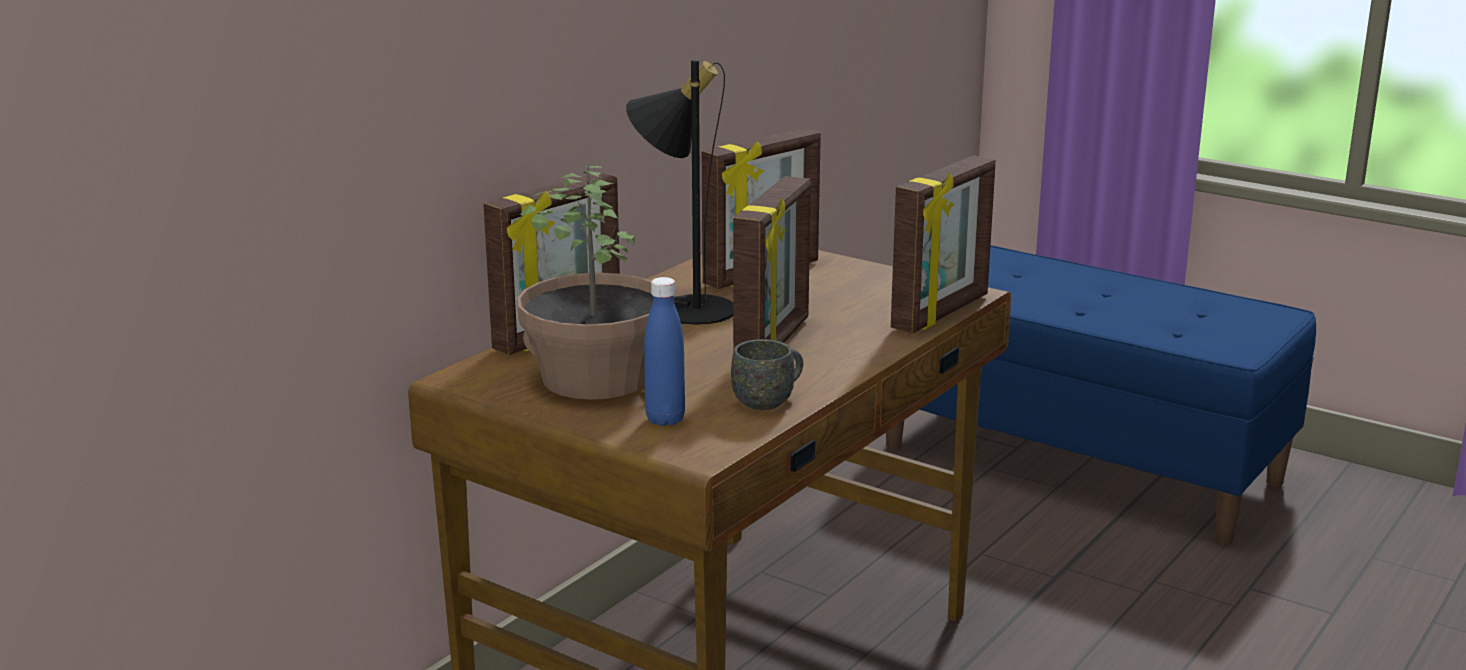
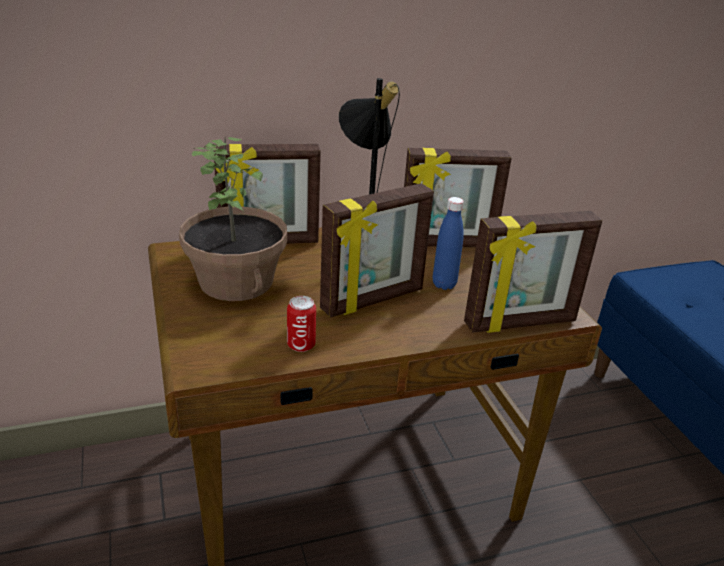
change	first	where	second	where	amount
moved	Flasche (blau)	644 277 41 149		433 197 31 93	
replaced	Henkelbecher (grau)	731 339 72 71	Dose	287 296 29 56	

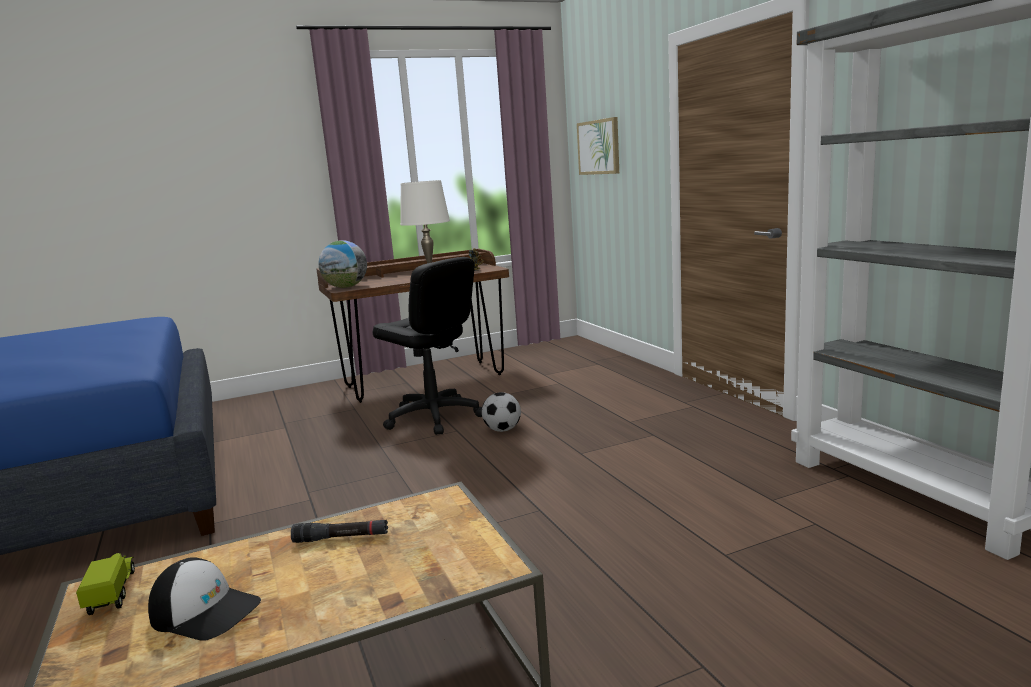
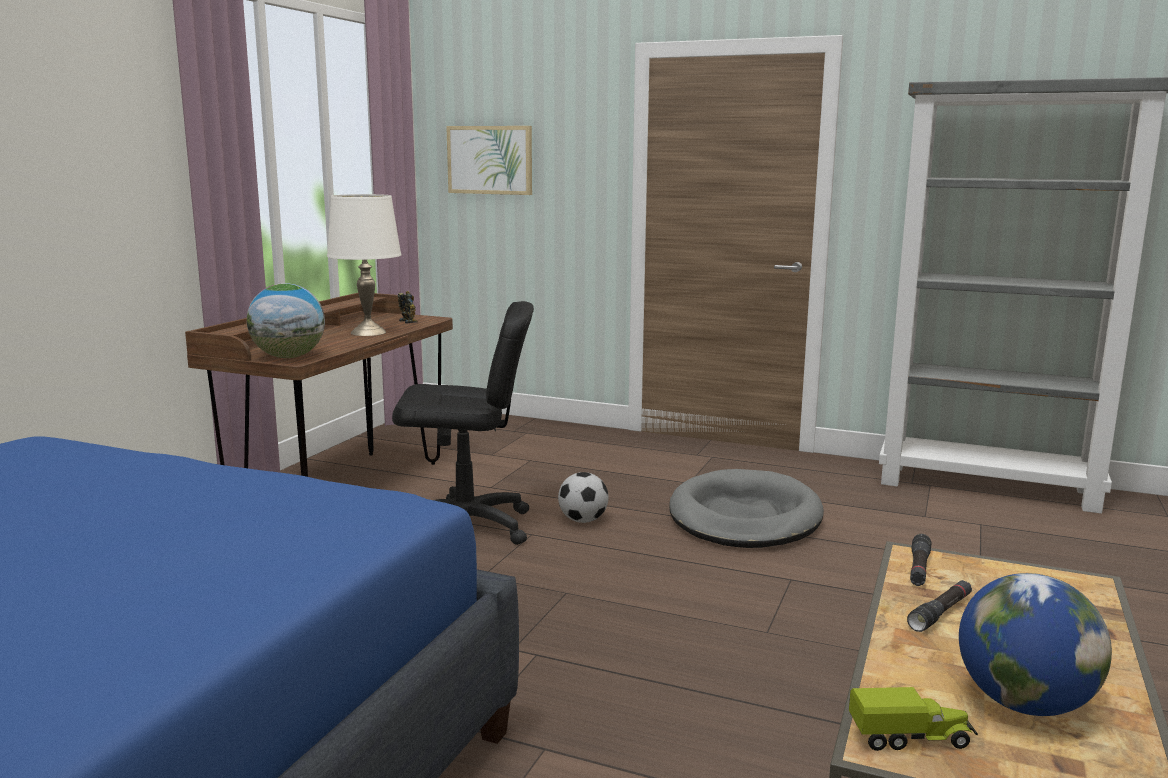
change	first	where	second	where	amount
turned	Spielzeuglaster	76 553 59 62		849 687 129 64	150 degrees clockwise
replaced	Kappe	148 557 113 84	Globus	959 573 153 143	
added			Hundebett (grau)	669 469 155 79	
added			Taschenlampe (schwarz)	910 534 21 52	

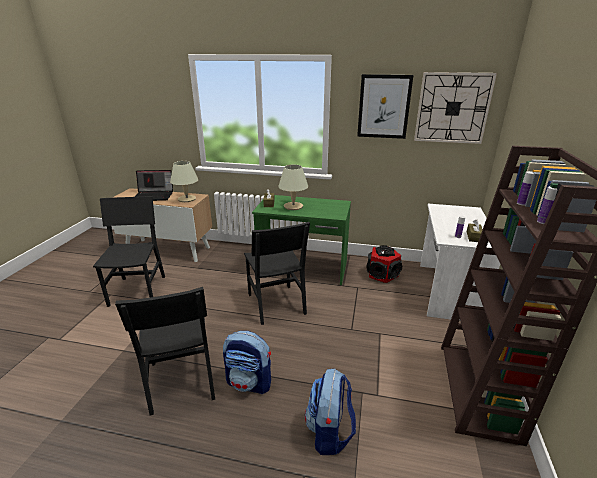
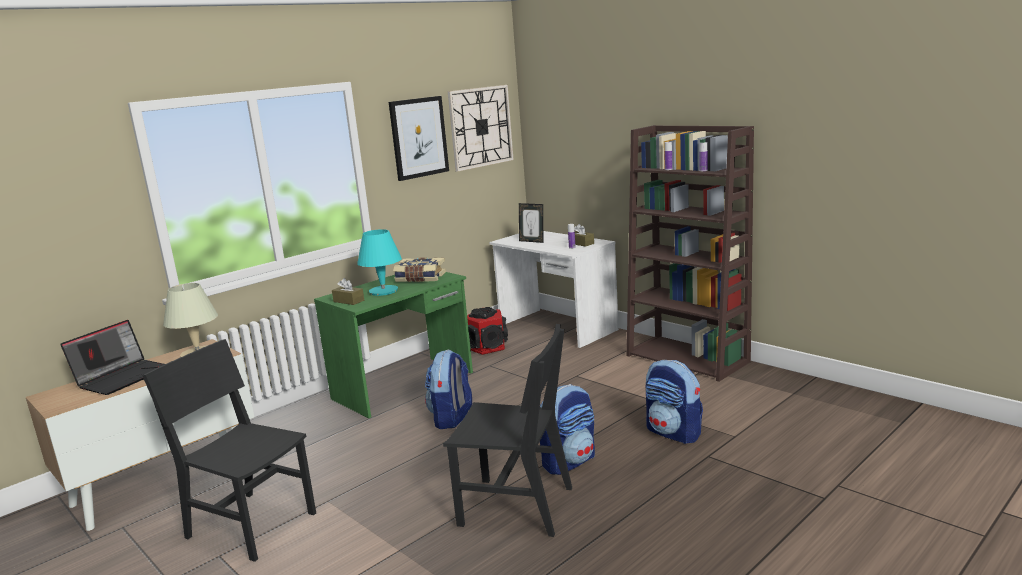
change	first	where	second	where	amount
replaced	Stuhl (schwarz)	244 222 66 103	Rucksack	425 349 47 80	
recoloured	Tischlampe (beige)	278 165 30 45	Tischlampe (türkis)	357 229 45 67	
added			Buch	393 257 53 25	
added			Bilderrahmen	519 203 24 40	

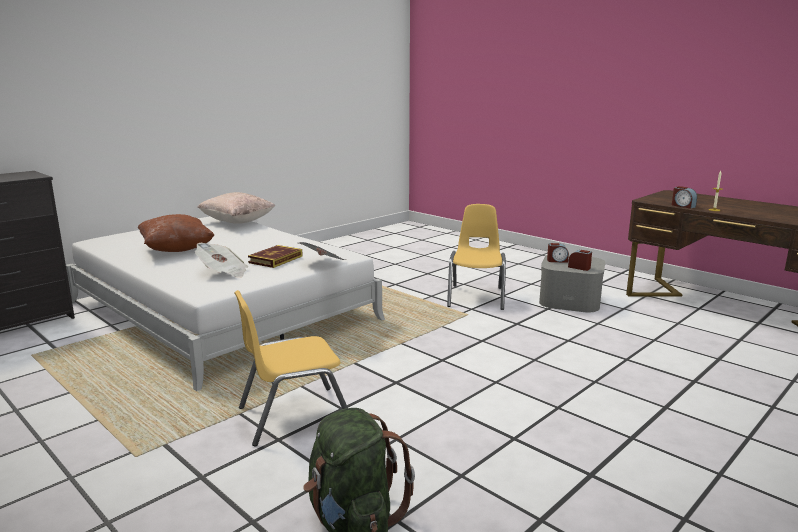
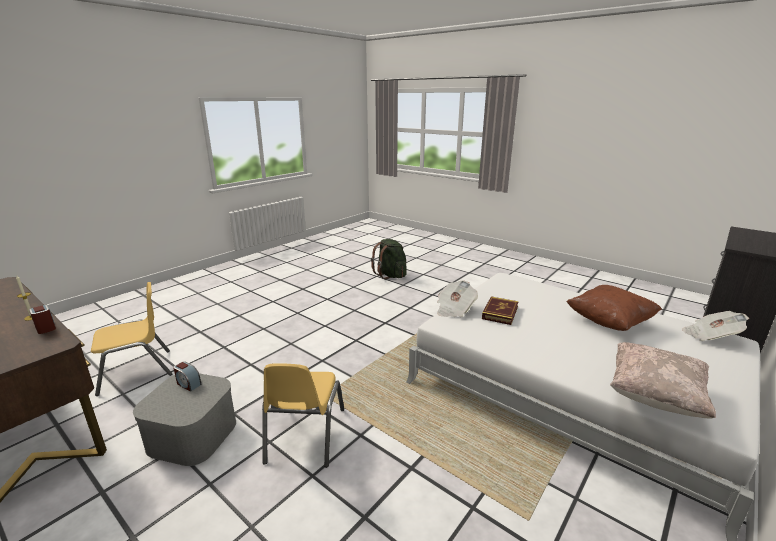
change	first	where	second	where	amount
moved	Zeitung	195 243 53 35		682 311 67 30	
moved	Stuhl (gelb)	234 290 114 157		91 282 81 114	
removed	Wecker	547 243 22 20			

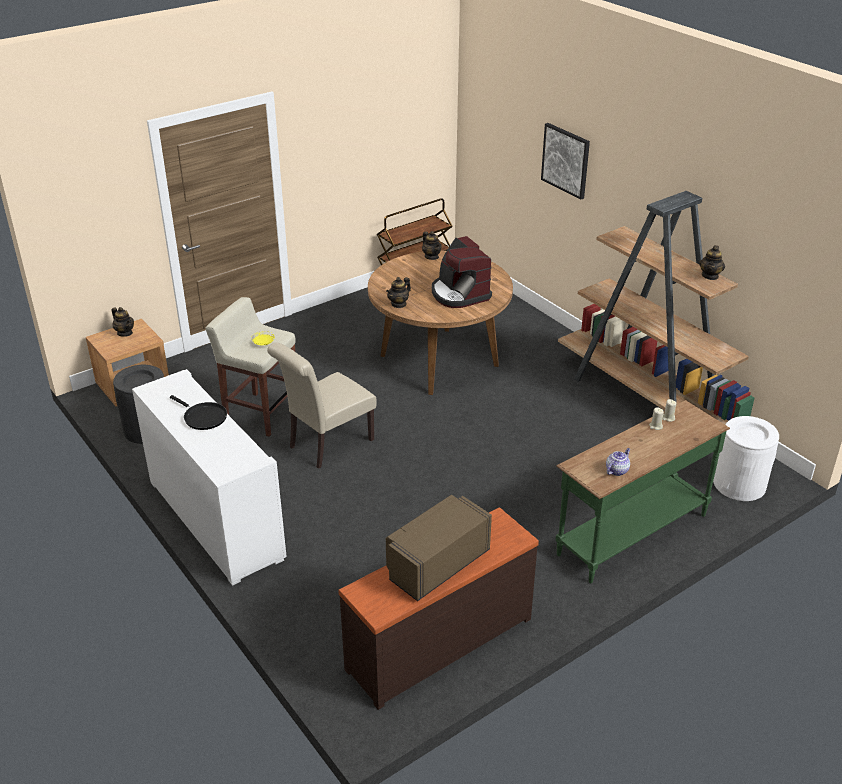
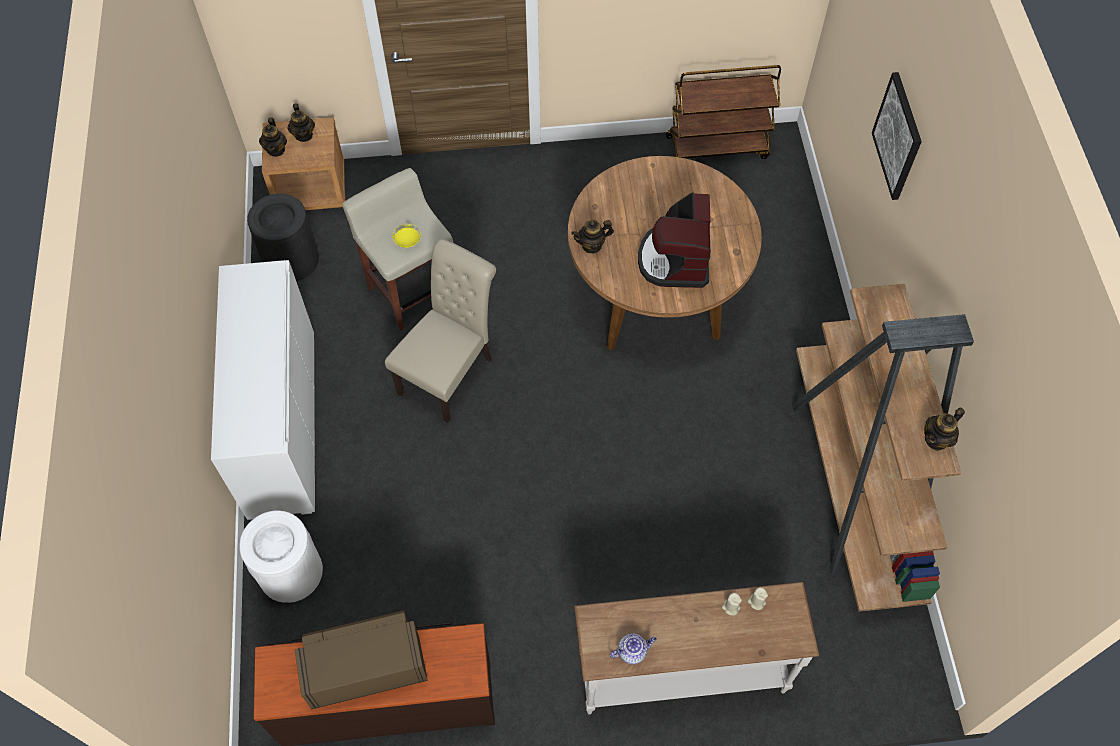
change	first	where	second	where	amount
removed	Pfanne (schwarz)	170 395 57 35			
turned	Stuhl (beige)	267 342 110 127		385 239 111 184	135 degrees clockwise
moved	Teekanne	422 231 20 29		259 117 28 40	
recoloured	Konsolentisch (grün)	555 400 175 183	Konsolentisch (weiß)	574 582 245 133	
moved	Mülleimer (weiß)	713 416 66 85		239 511 84 92	

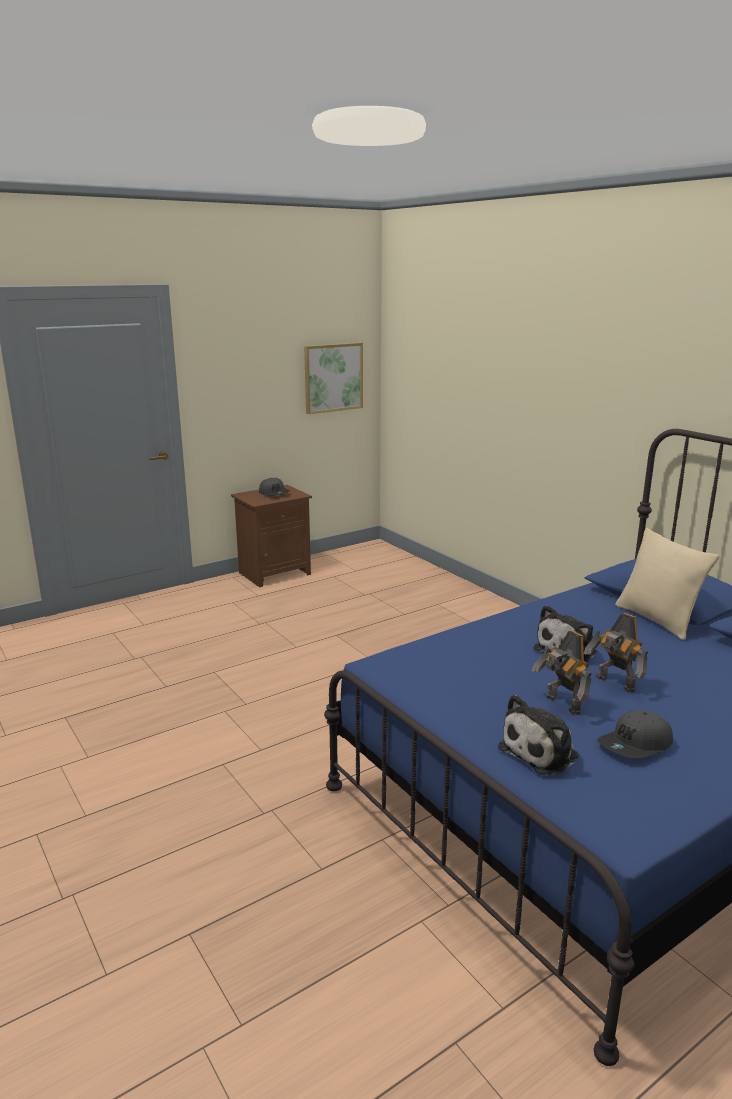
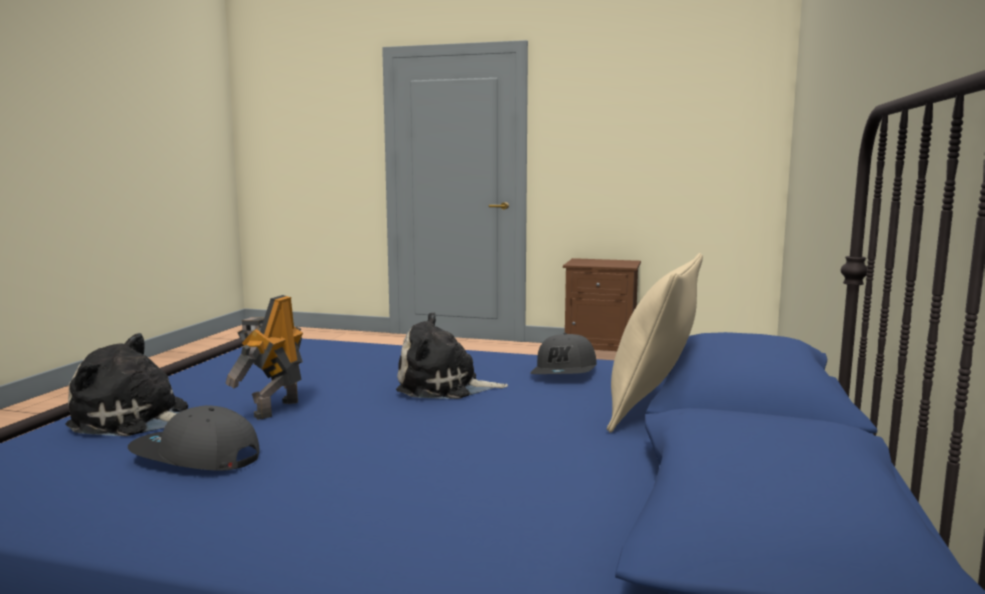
change	first	where	second	where	amount
moved	Kappe (grau)	259 478 31 18		530 333 67 41	
removed	Bild	304 343 59 71			
removed	Spielzeugroboter	584 613 64 80			

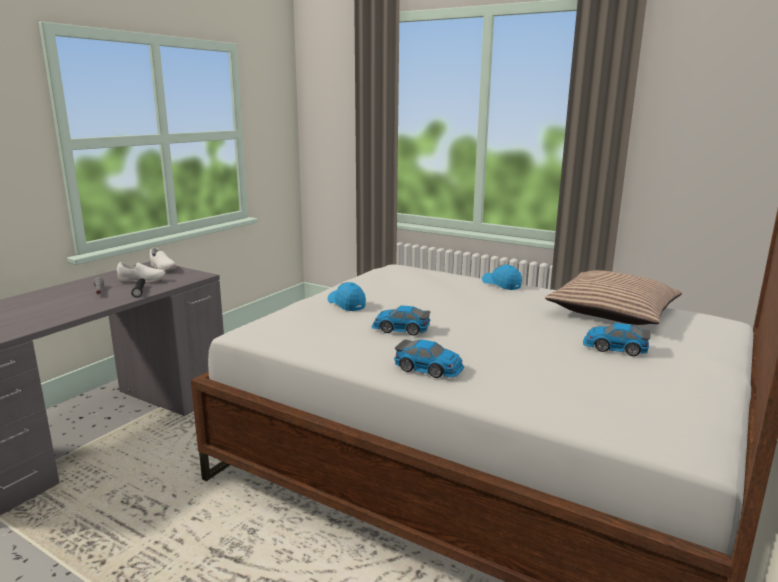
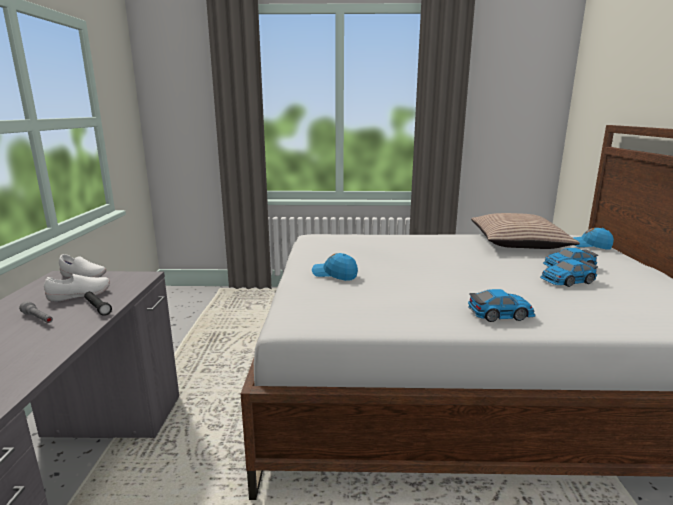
change	first	where	second	where	amount
moved	Spielzeugauto	371 306 60 29		540 259 58 28	
moved	Kappe (blau)	482 265 40 25		573 228 41 22	

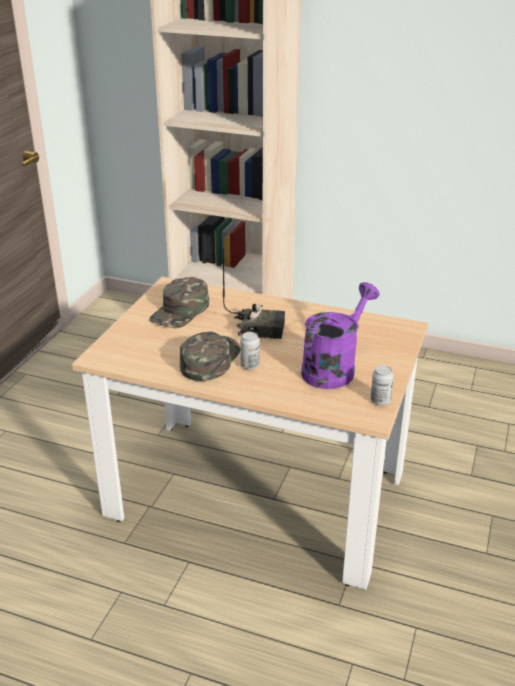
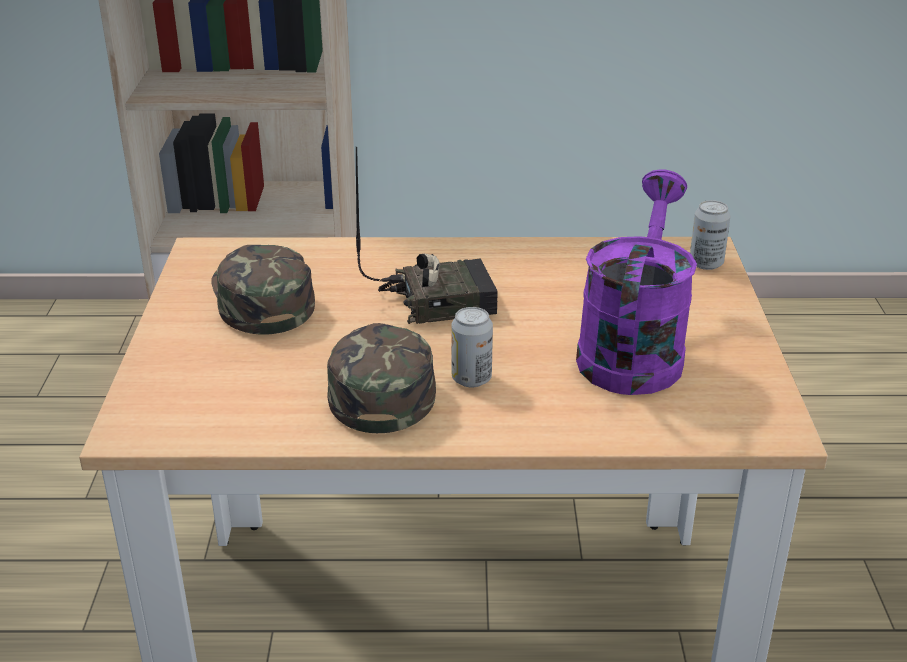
change	first	where	second	where	amount
turned	Kappe (grün)	149 277 60 51		211 245 104 90	150 degrees clockwise
moved	Dose	370 365 24 41		690 200 40 70	

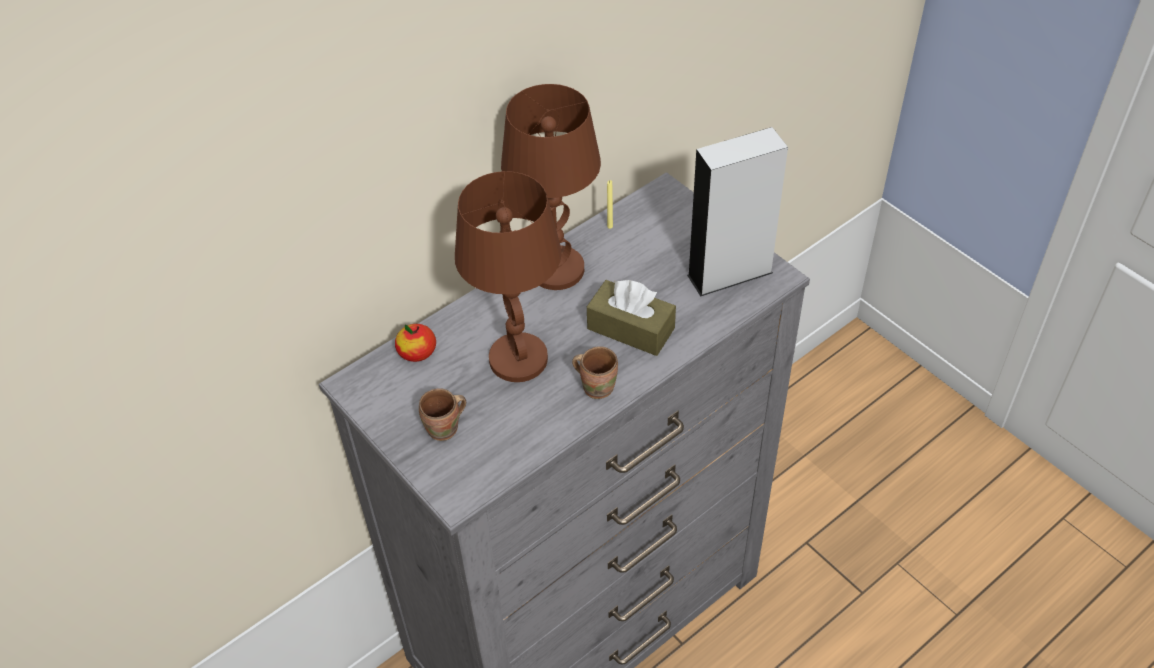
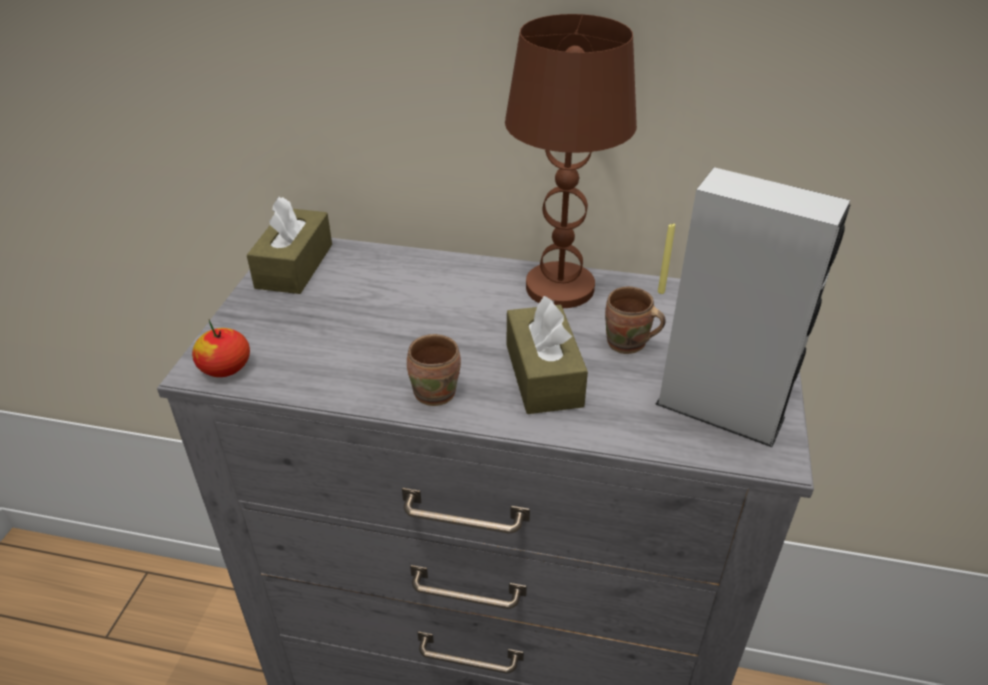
change	first	where	second	where	amount
moved	Apfel	395 324 41 38		192 320 58 57	
moved	Henkelbecher (braun)	419 388 47 53		605 286 61 68	
removed	Tischlampe (braun)	455 171 107 211			
added			Taschentuchbox (braun)	247 197 85 97	

